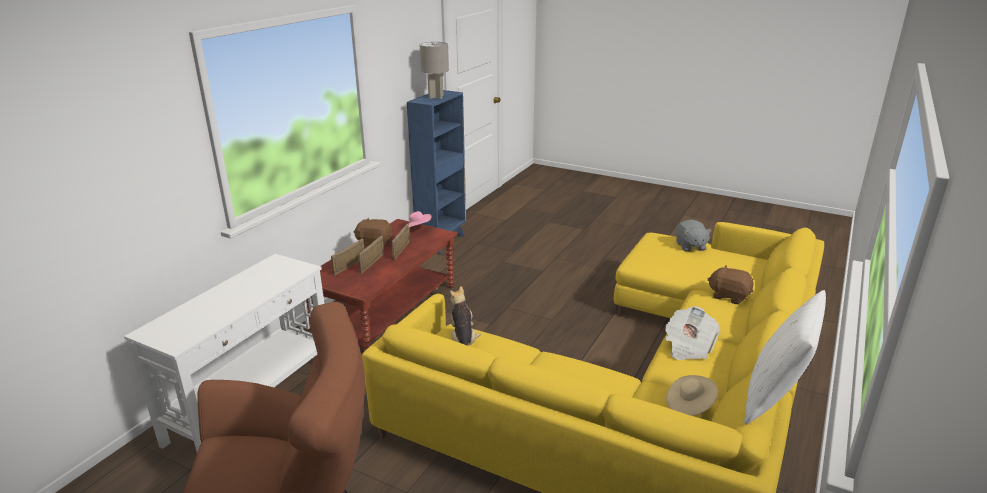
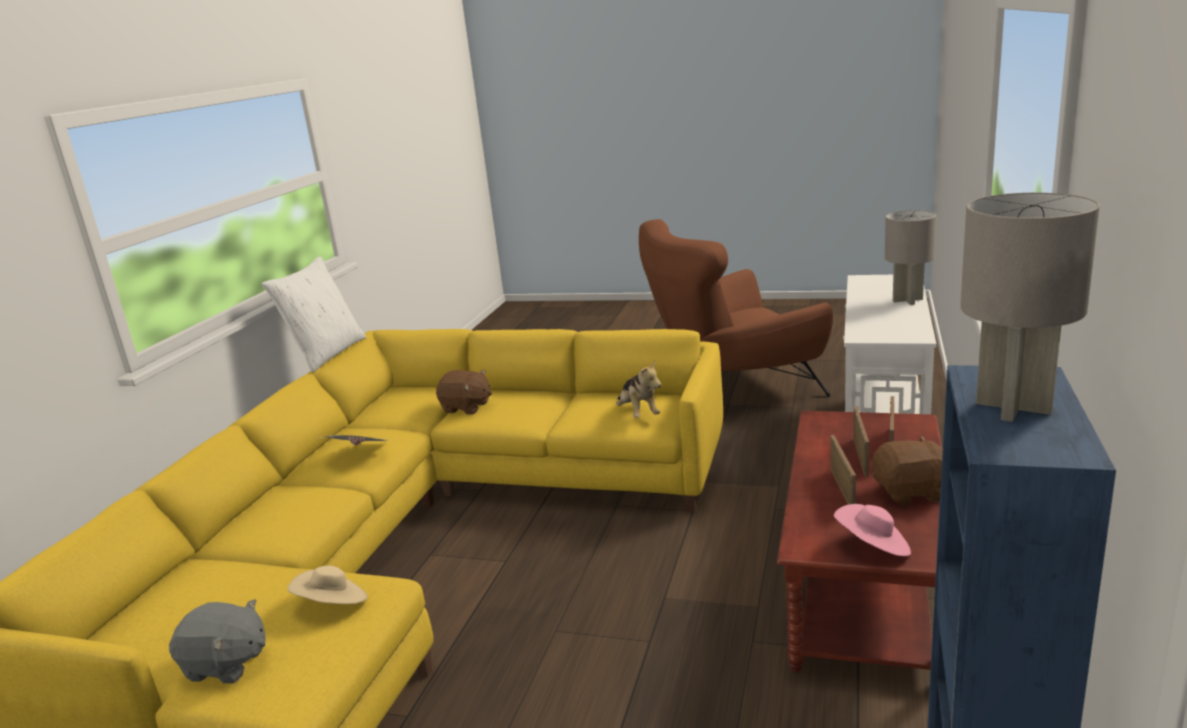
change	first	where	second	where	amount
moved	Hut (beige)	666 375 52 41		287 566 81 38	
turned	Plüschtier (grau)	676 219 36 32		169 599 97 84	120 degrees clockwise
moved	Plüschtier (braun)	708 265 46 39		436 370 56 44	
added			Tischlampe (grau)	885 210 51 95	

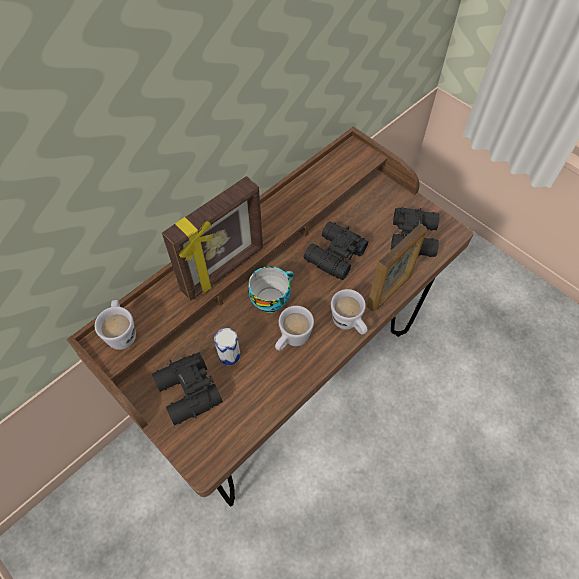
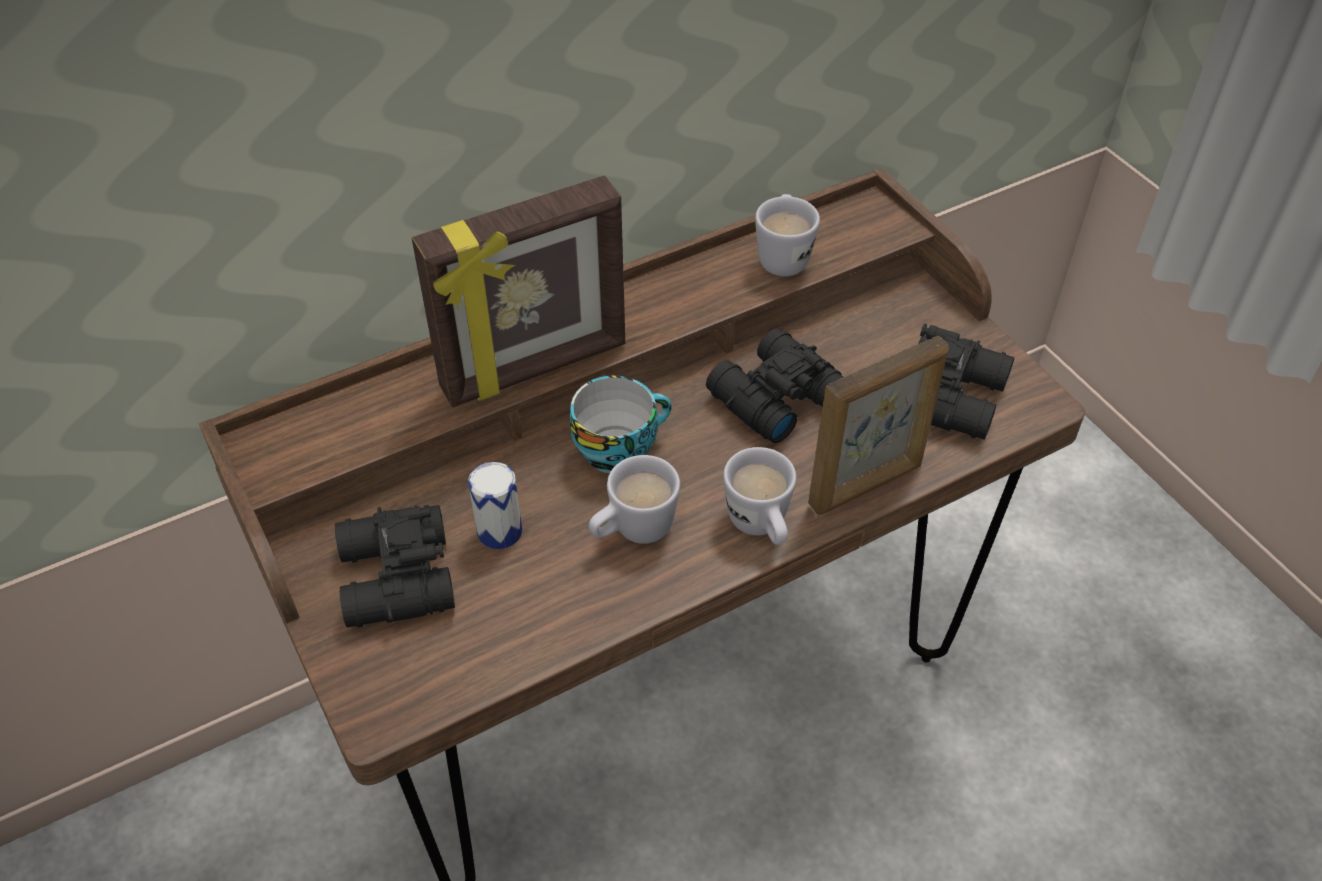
change	first	where	second	where	amount
moved	Henkelbecher (weiß)	95 300 41 50		755 194 65 82	

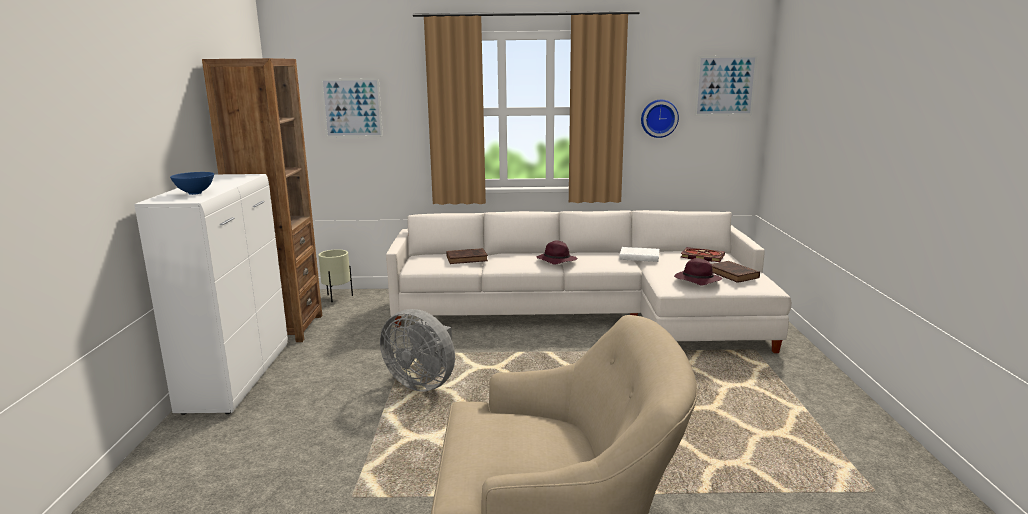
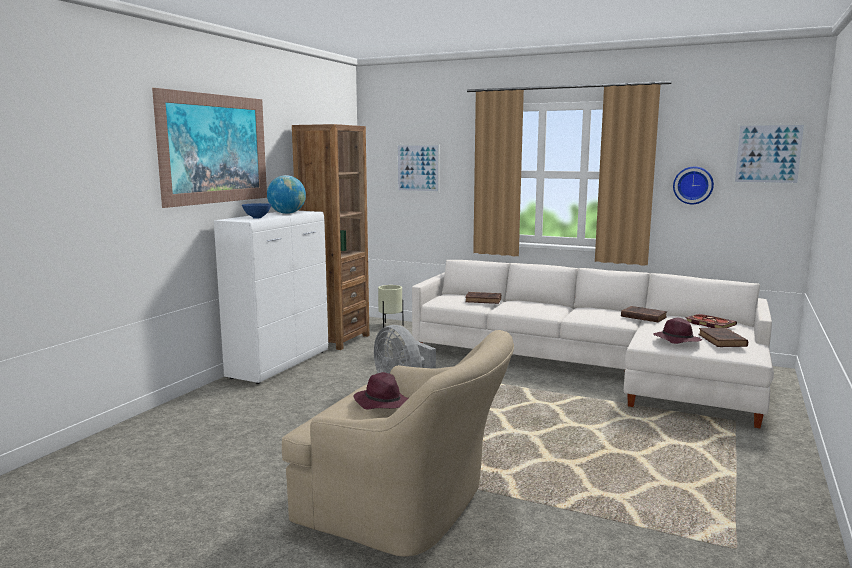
change	first	where	second	where	amount
moved	Hut (lila)	537 240 41 25		353 372 55 37	
recoloured	Buch (weiß)	620 247 39 15	Buch (braun)	621 306 46 16	
added			Bild	152 88 115 120	
added			Globus	267 175 39 39	

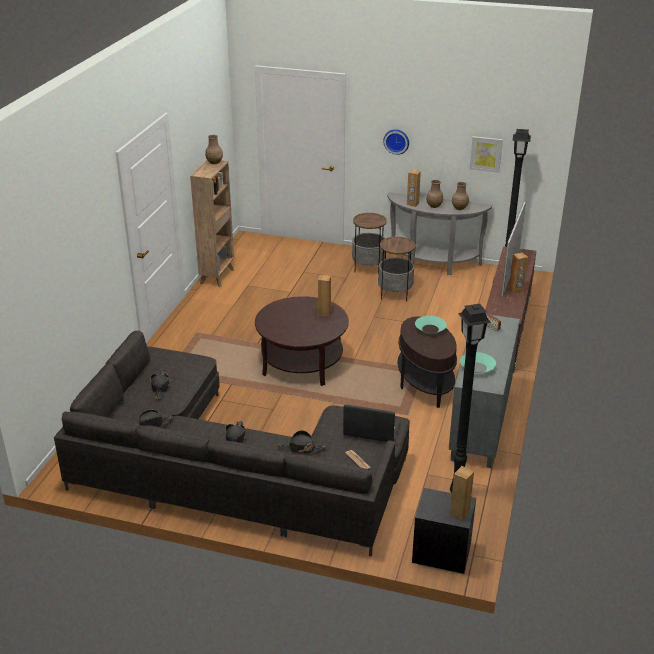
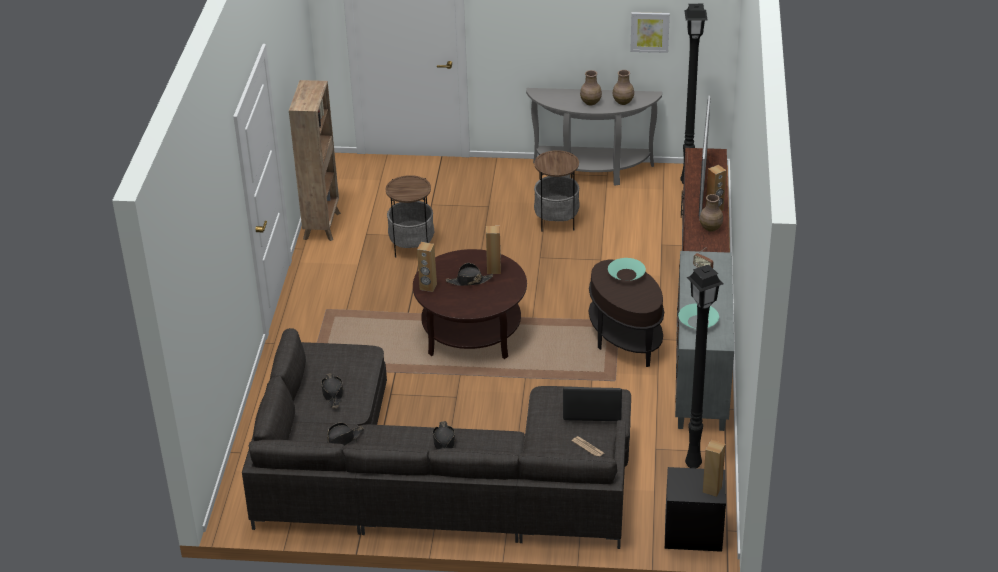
change	first	where	second	where	amount
moved	Vase (braun)	205 135 18 29		700 194 23 38	
moved	Hut (schwarz)	278 430 47 23		446 263 47 23	
moved	Beistelltisch	352 213 35 62		386 175 48 83	
removed	Wanduhr	383 129 26 26			
moved	Lautsprecher (braun)	407 169 14 38		417 242 20 50	

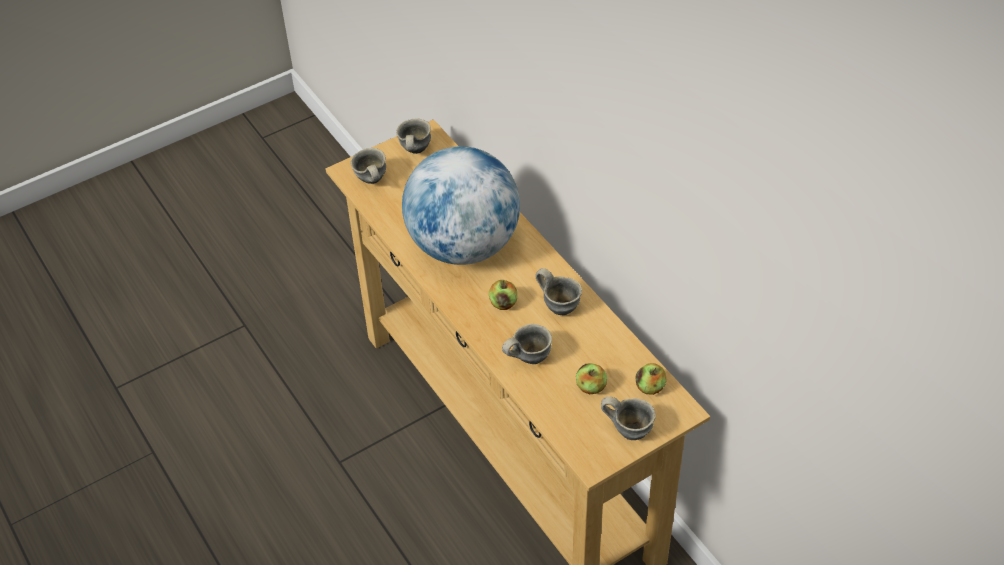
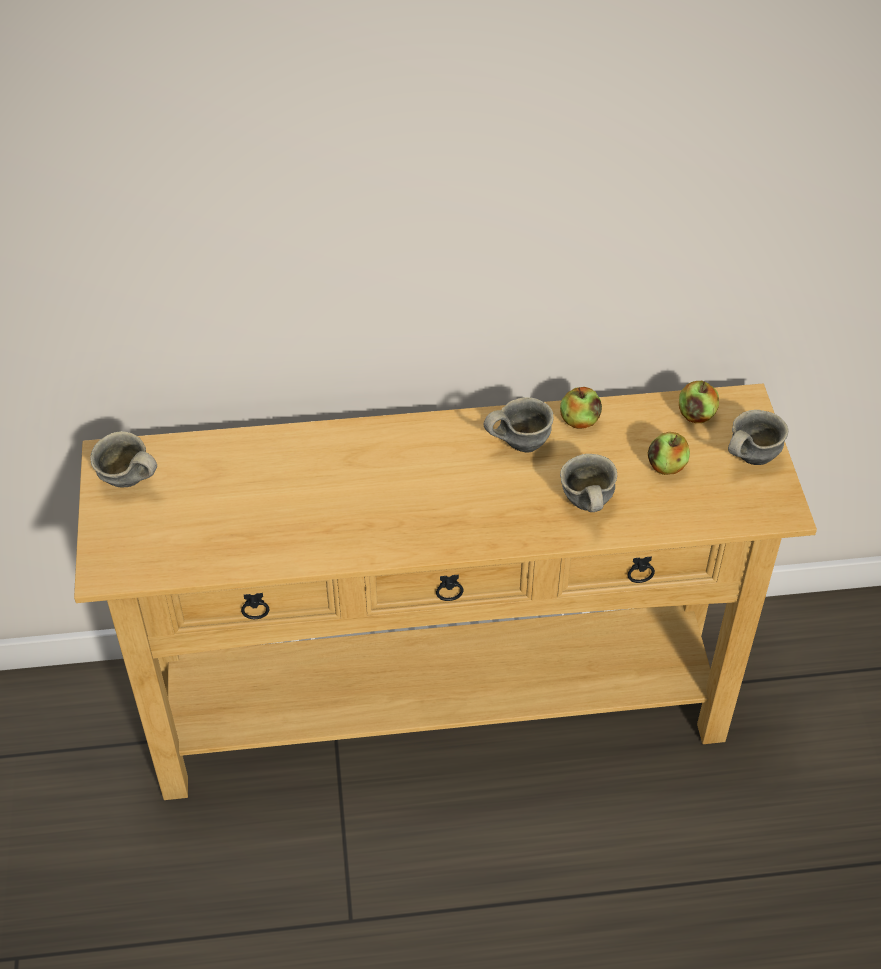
change	first	where	second	where	amount
removed	Henkelbecher (grau)	351 148 35 36			
removed	Globus	402 146 118 119			
moved	Apfel	489 280 29 30		560 387 42 42	

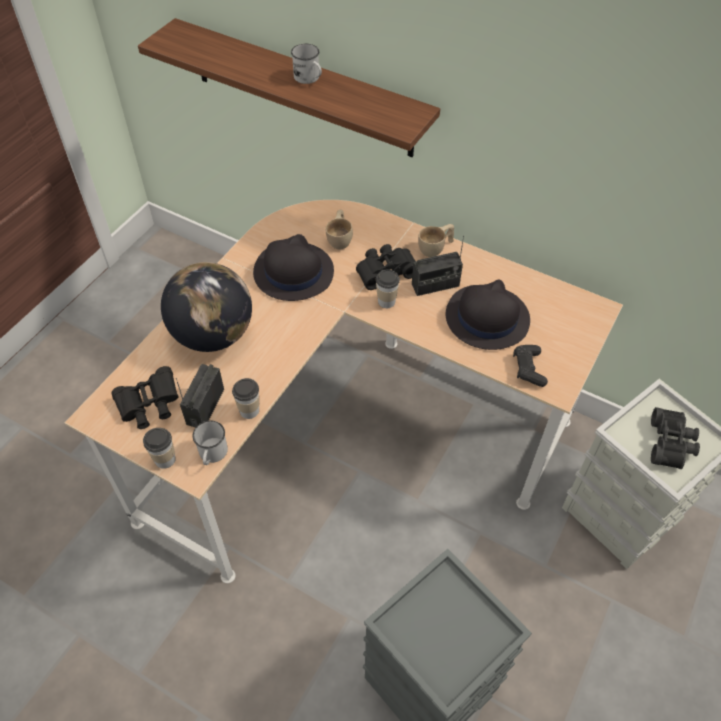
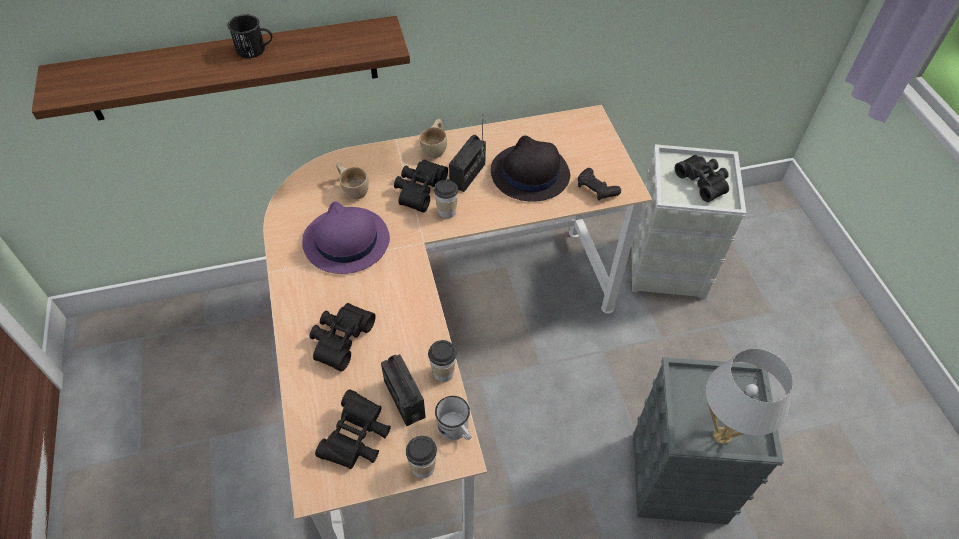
change	first	where	second	where	amount
replaced	Globus	161 262 91 90	Fernglas (schwarz)	309 303 67 69	
recoloured	Hut (schwarz)	253 234 81 67	Hut (lila)	302 202 88 72	
recoloured	Henkelbecher (weiß)	291 44 31 40	Henkelbecher (schwarz)	227 14 45 44	
added			Tischlampe (weiß)	706 349 87 95	

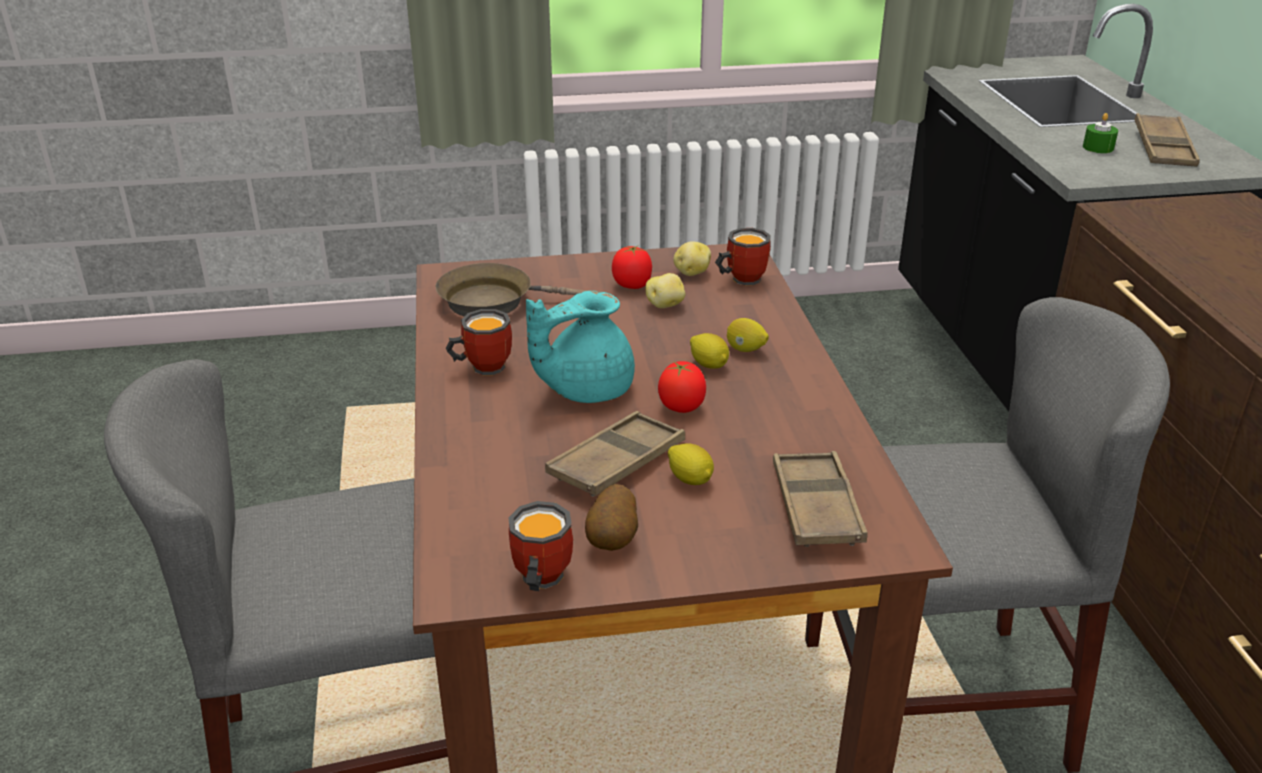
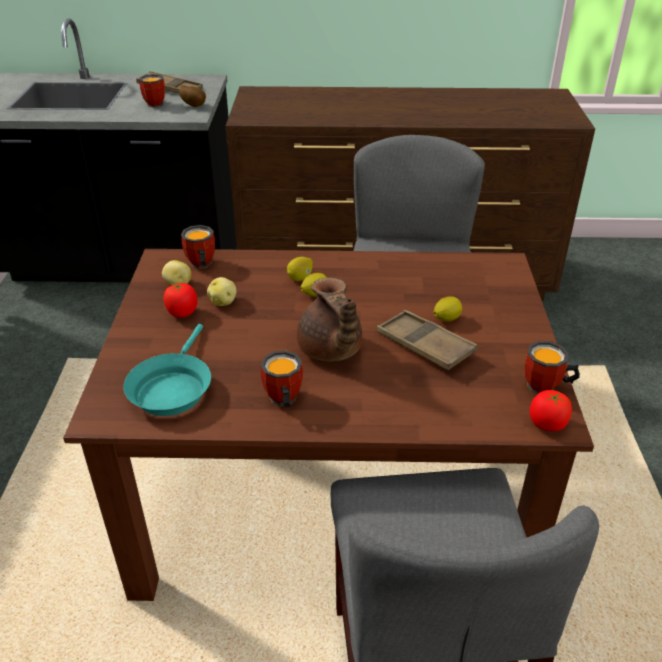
change	first	where	second	where	amount
recoloured	Pfanne (braun)	436 263 166 53	Pfanne (türkis)	123 324 88 92	
recoloured	Teekanne (türkis)	526 291 109 112	Teekanne (braun)	297 278 65 84	
moved	Kartoffel	585 484 53 67		179 85 27 22	
moved	Tomate	658 361 48 52		530 390 42 42	
removed	Tablett (braun)	773 451 95 96			
replaced	Kerze (grün)	1083 113 35 40	Henkelbecher	139 74 26 33	

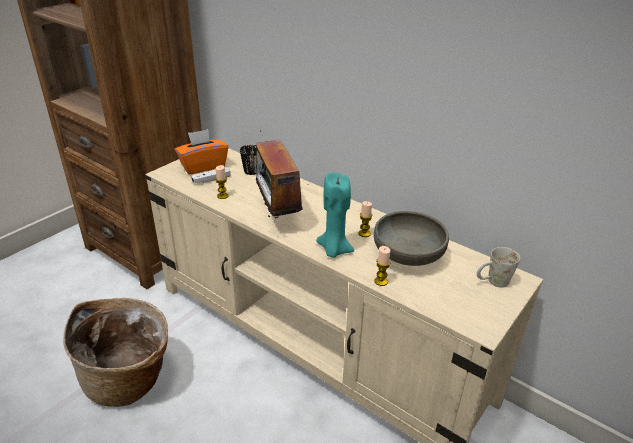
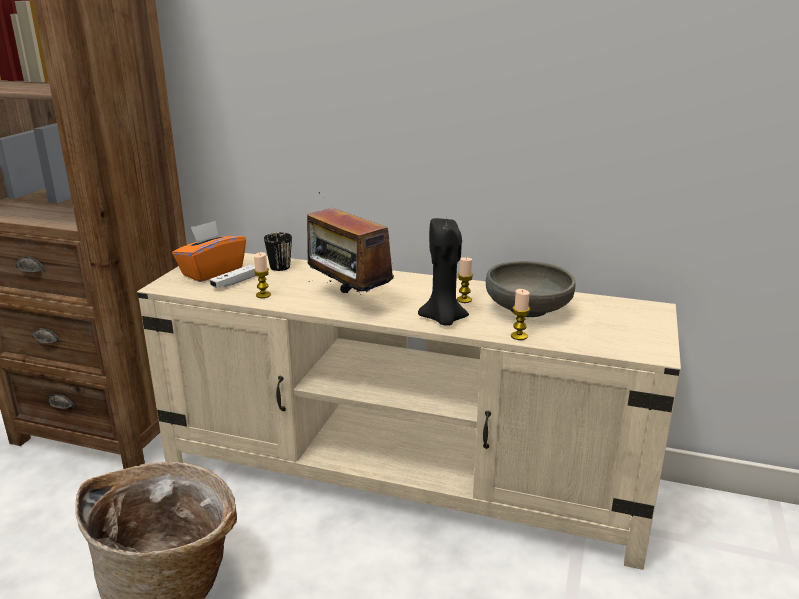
change	first	where	second	where	amount
recoloured	Kerze (türkis)	316 173 38 85	Kerze (schwarz)	418 218 51 108	
removed	Henkelbecher (weiß)	477 247 43 41			

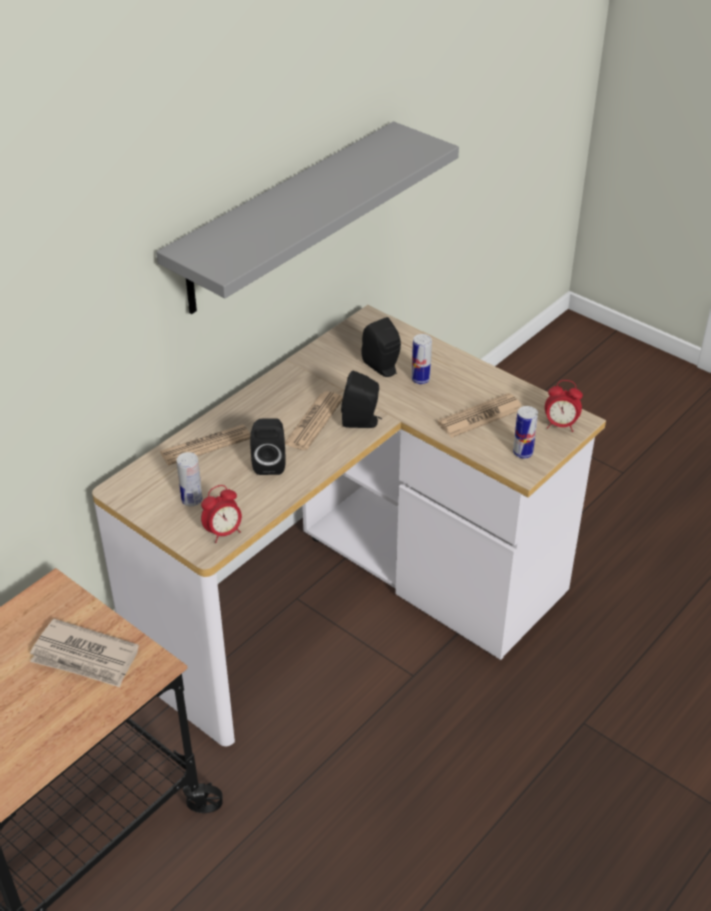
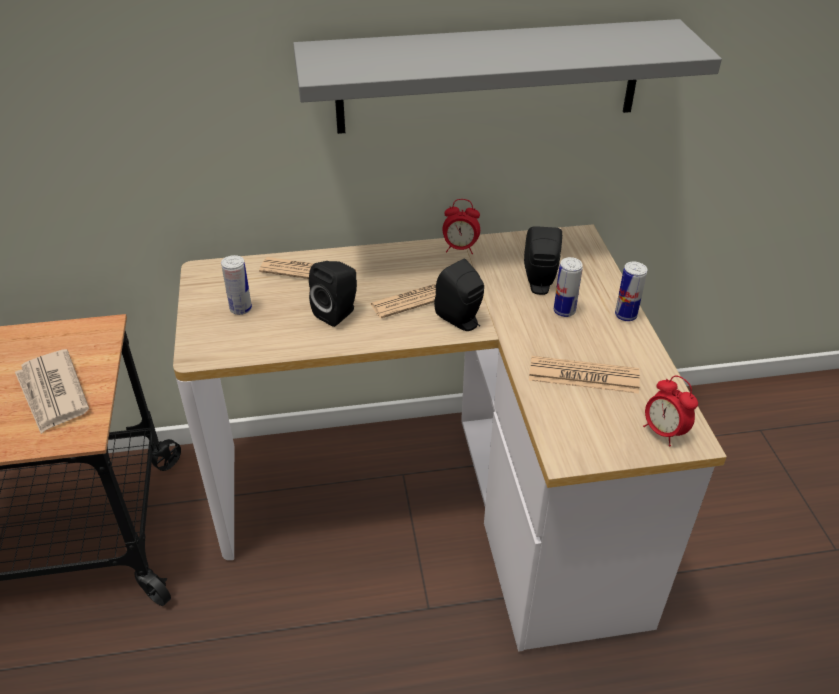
change	first	where	second	where	amount
moved	Wecker	201 485 41 58		442 199 38 55	
moved	Dose	513 406 25 53		615 262 32 59	

